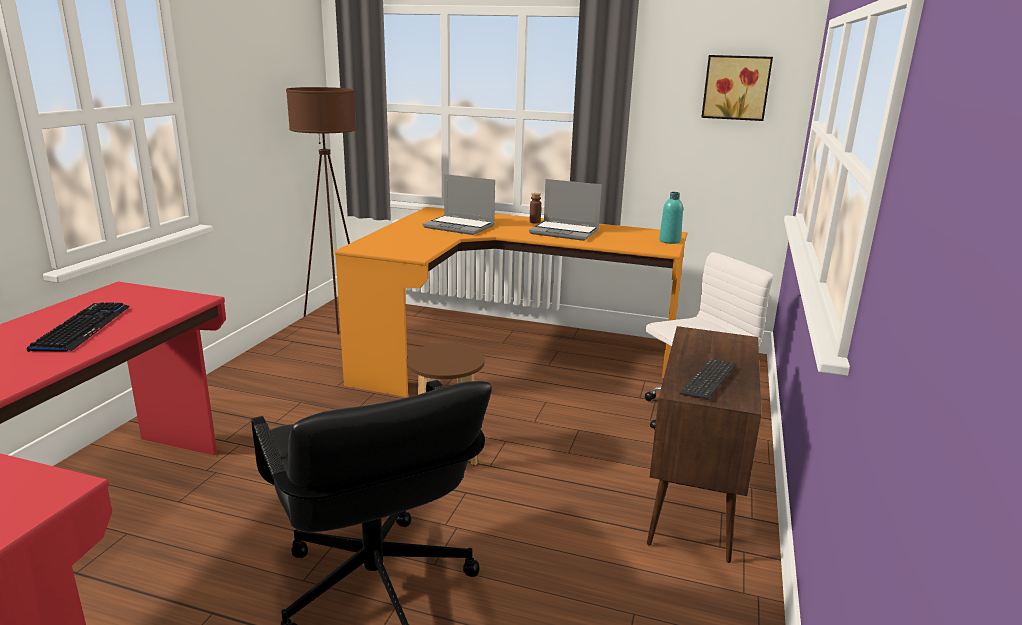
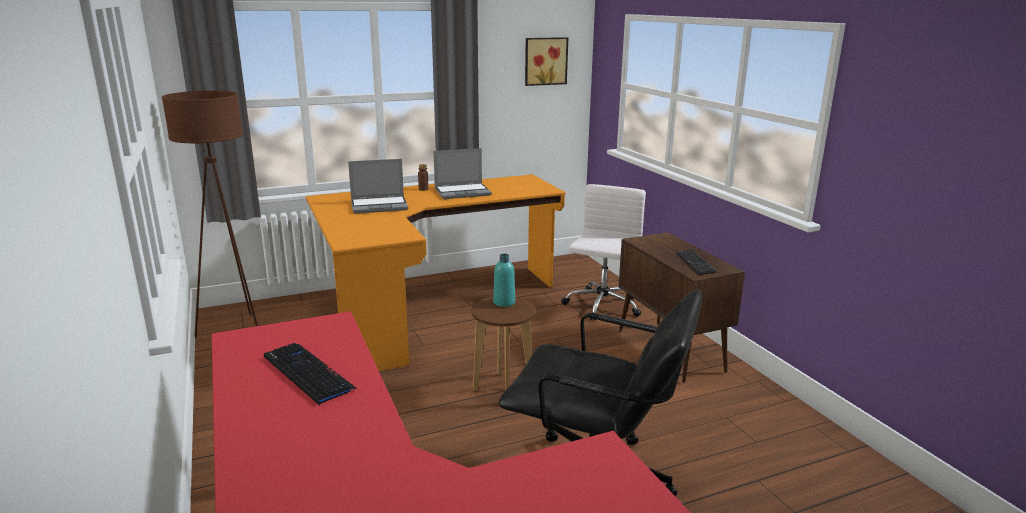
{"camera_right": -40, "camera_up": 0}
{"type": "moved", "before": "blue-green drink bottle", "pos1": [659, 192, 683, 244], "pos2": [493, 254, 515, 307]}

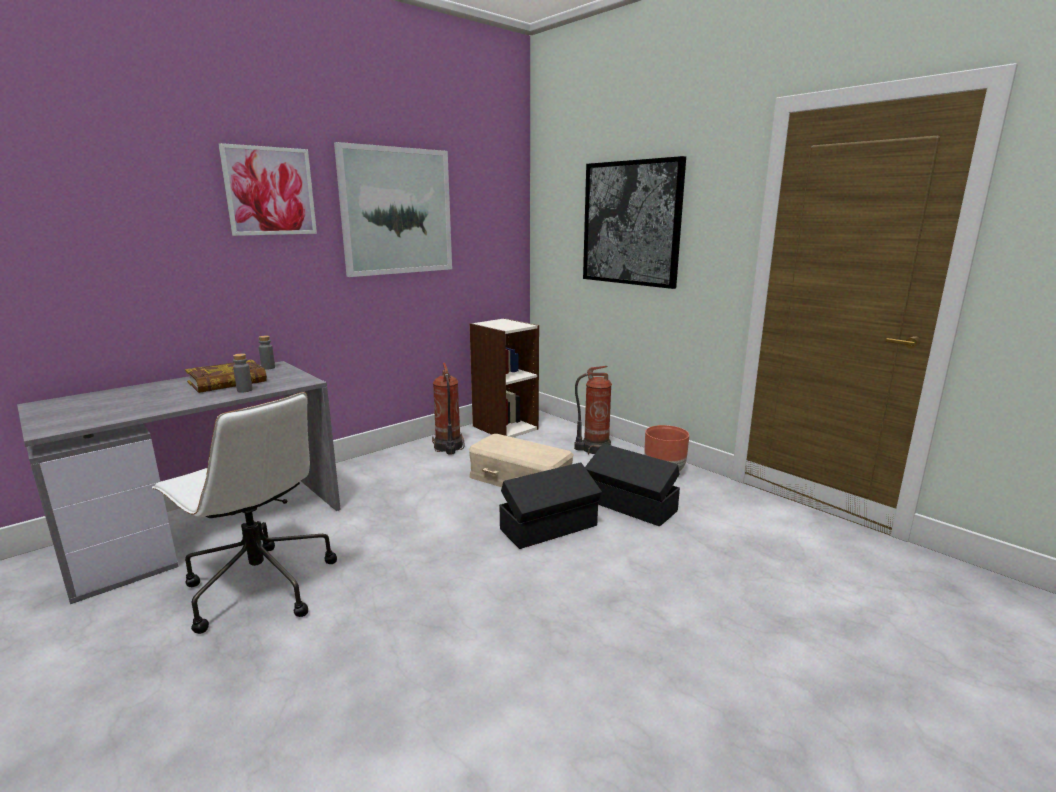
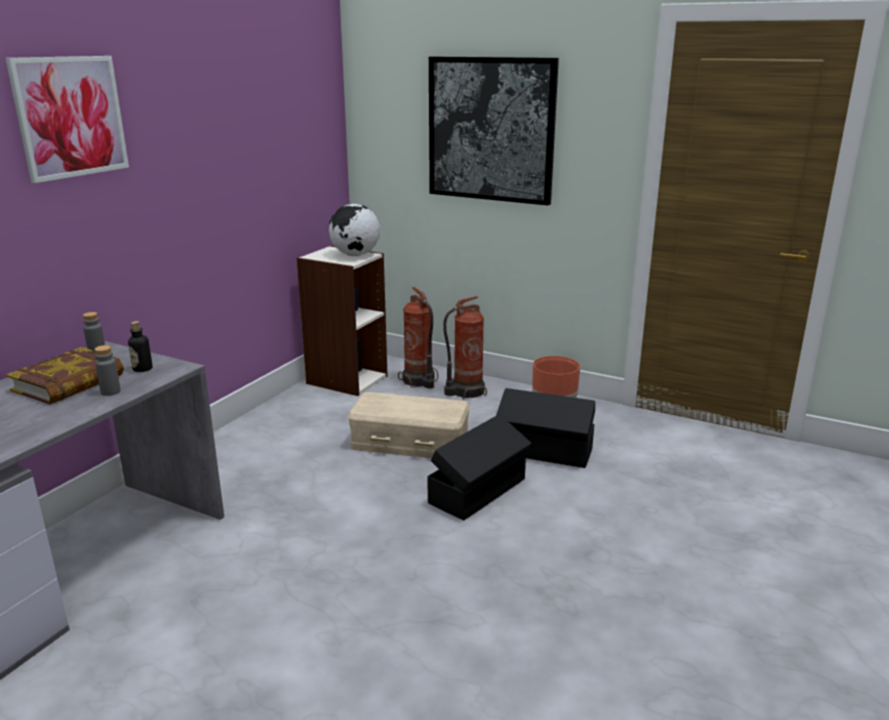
{"camera_right": -20, "camera_up": 5}
{"type": "removed", "before": "white office chair", "pos1": [152, 392, 337, 634]}
{"type": "removed", "before": "wall art", "pos1": [334, 142, 452, 277]}
{"type": "added", "after": "drink bottle", "pos2": [128, 321, 152, 372]}
{"type": "added", "after": "world globe", "pos2": [329, 204, 380, 256]}
{"type": "moved", "before": "fire-fighting cylinder", "pos1": [432, 363, 465, 455], "pos2": [398, 287, 438, 389]}

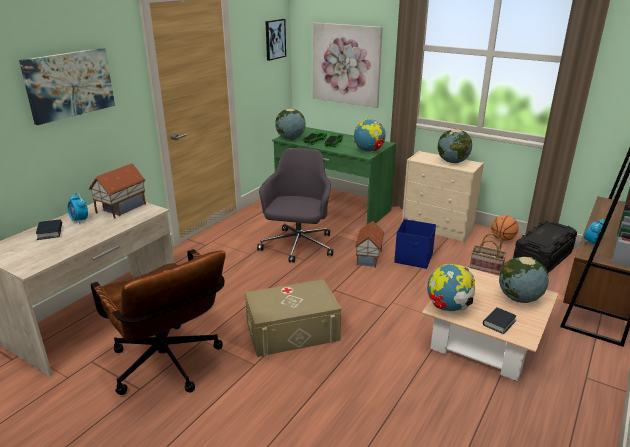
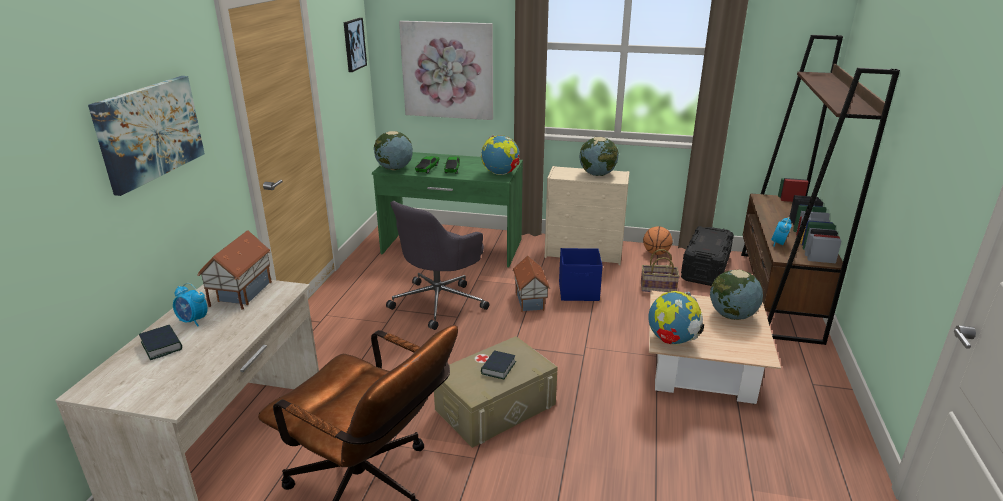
{"camera_right": -20, "camera_up": 0}
{"type": "moved", "before": "volume", "pos1": [483, 308, 517, 334], "pos2": [481, 350, 516, 379]}
{"type": "turned", "before": "greyish office chair", "pos1": [257, 148, 333, 263], "pos2": [386, 201, 489, 330], "turn": -135}

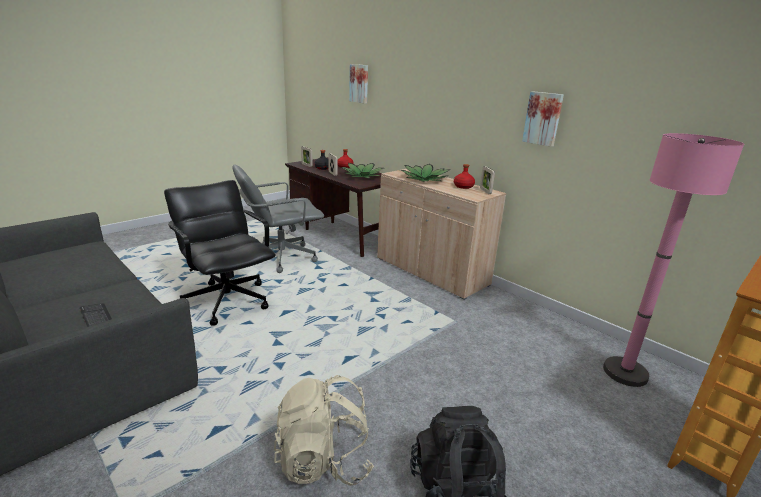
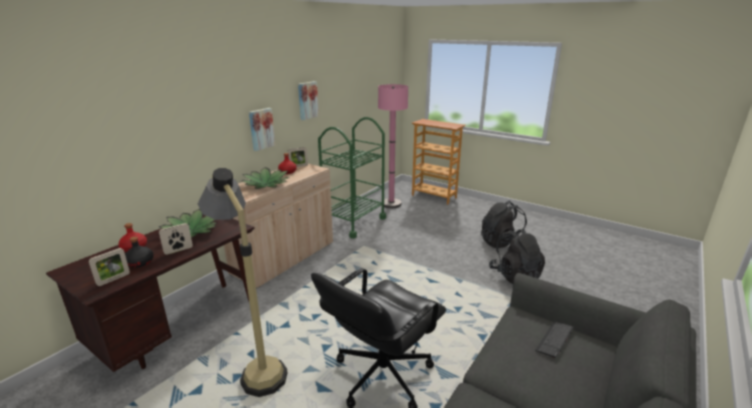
{"camera_right": -100, "camera_up": 0}
{"type": "added", "after": "greenish trolley", "pos2": [318, 117, 386, 239]}
{"type": "moved", "before": "wall art", "pos1": [349, 64, 368, 104], "pos2": [249, 108, 275, 151]}
{"type": "replaced", "before": "greyish office chair", "after": "floor lamp", "pos1": [233, 164, 324, 273], "pos2": [198, 168, 287, 397]}
{"type": "recoloured", "before": "sand-coloured knapsack", "after": "black knapsack", "pos1": [274, 375, 374, 486], "pos2": [489, 228, 545, 284]}

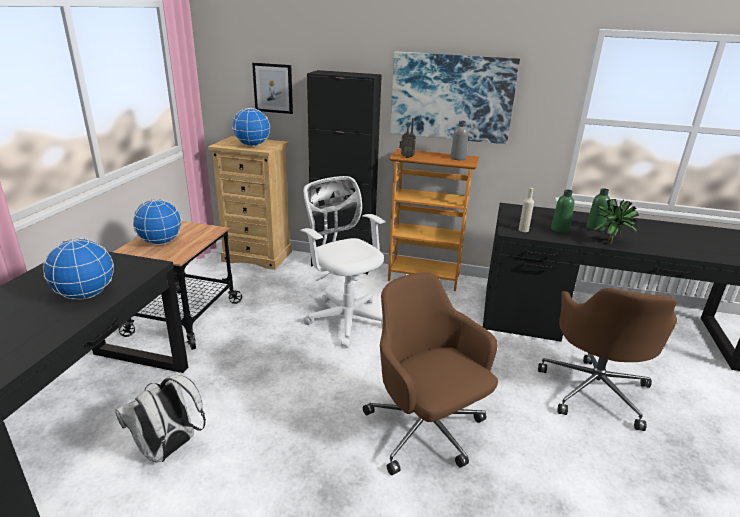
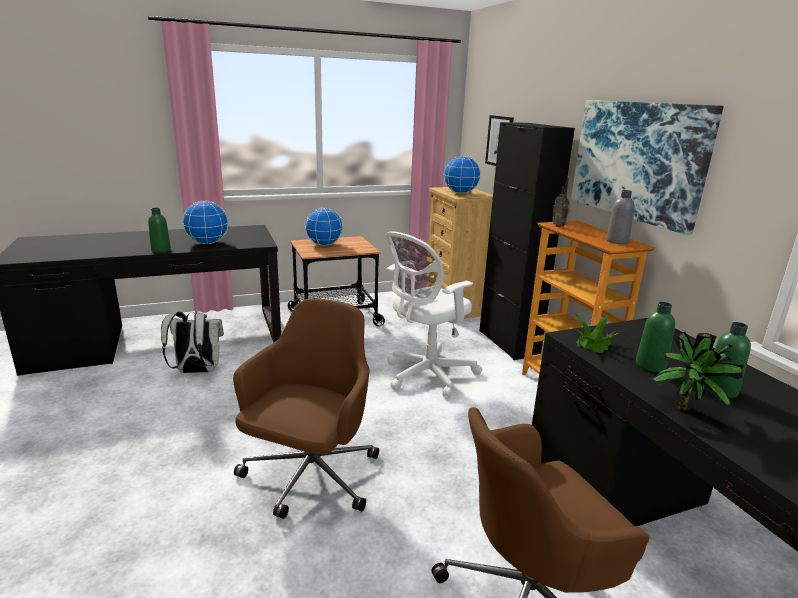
{"camera_right": 55, "camera_up": -5}
{"type": "added", "after": "greenish drink bottle", "pos2": [148, 208, 171, 253]}
{"type": "replaced", "before": "sand-coloured drink bottle", "after": "plant in a pot", "pos1": [519, 188, 534, 232], "pos2": [576, 312, 620, 353]}
{"type": "turned", "before": "white office chair", "pos1": [300, 176, 385, 348], "pos2": [386, 231, 482, 398], "turn": -150}

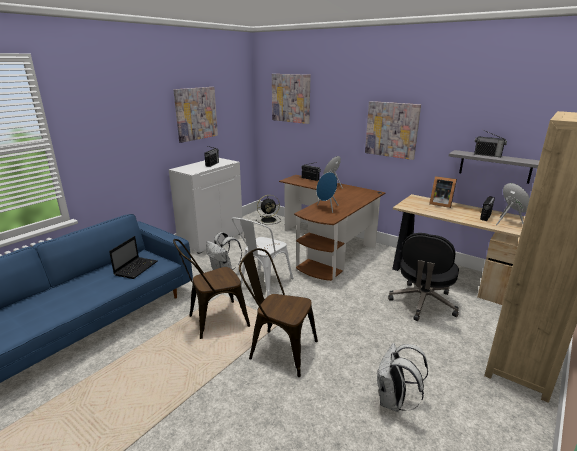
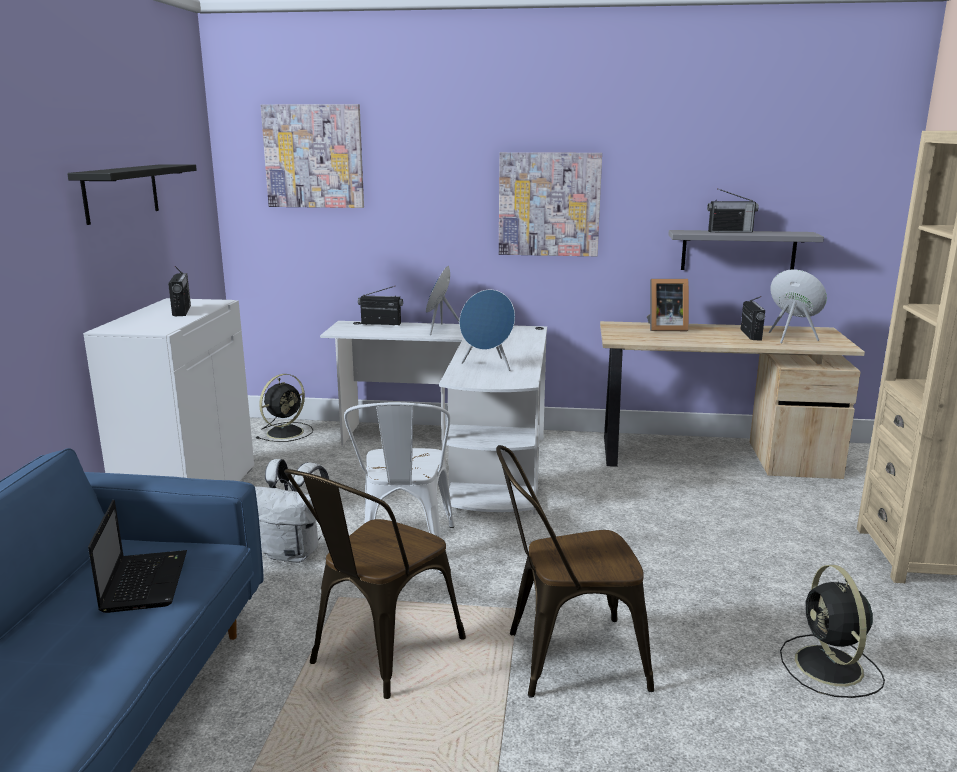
{"camera_right": -30, "camera_up": -5}
{"type": "removed", "before": "black office chair", "pos1": [388, 233, 459, 321]}
{"type": "replaced", "before": "wall art", "after": "black wall shelf", "pos1": [174, 87, 218, 143], "pos2": [67, 164, 197, 225]}
{"type": "replaced", "before": "white knapsack", "after": "black electric fan", "pos1": [377, 343, 428, 412], "pos2": [780, 565, 885, 698]}
{"type": "recoloured", "before": "brownish desk unit", "after": "white desk unit", "pos1": [279, 175, 386, 283], "pos2": [320, 321, 547, 514]}

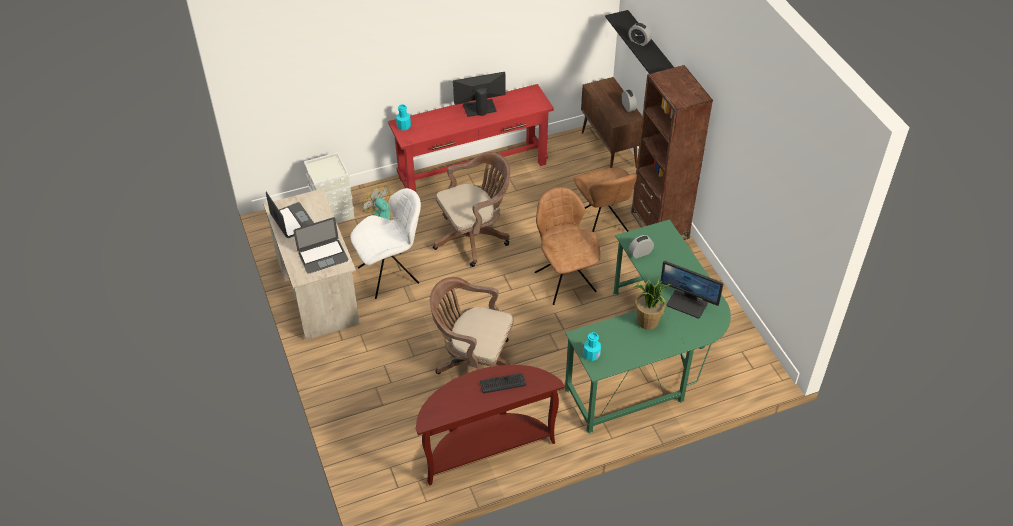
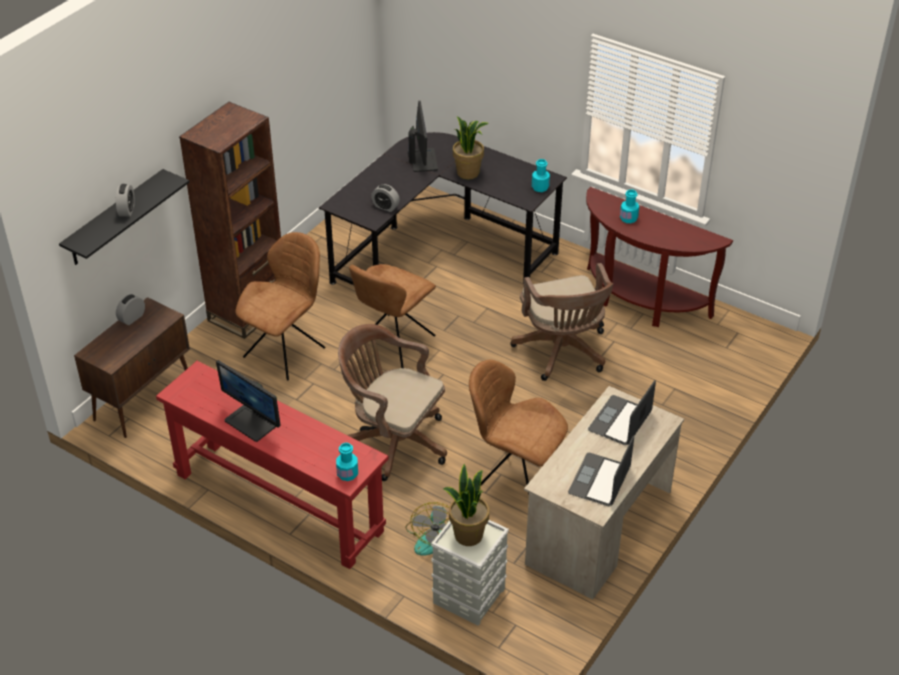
{"camera_right": -125, "camera_up": -5}
{"type": "added", "after": "plant in a pot", "pos2": [443, 463, 489, 546]}
{"type": "replaced", "before": "PC keyboard", "after": "blue-green drink bottle", "pos1": [480, 373, 526, 393], "pos2": [620, 189, 639, 223]}
{"type": "recoloured", "before": "white chair", "after": "brownish chair", "pos1": [350, 188, 421, 299], "pos2": [469, 360, 568, 495]}
{"type": "recoloured", "before": "greenish desk unit", "after": "black desk unit", "pos1": [565, 219, 731, 433], "pos2": [319, 132, 567, 285]}
{"type": "turned", "before": "laptop", "pos1": [293, 217, 348, 274], "pos2": [588, 380, 656, 445], "turn": -90}

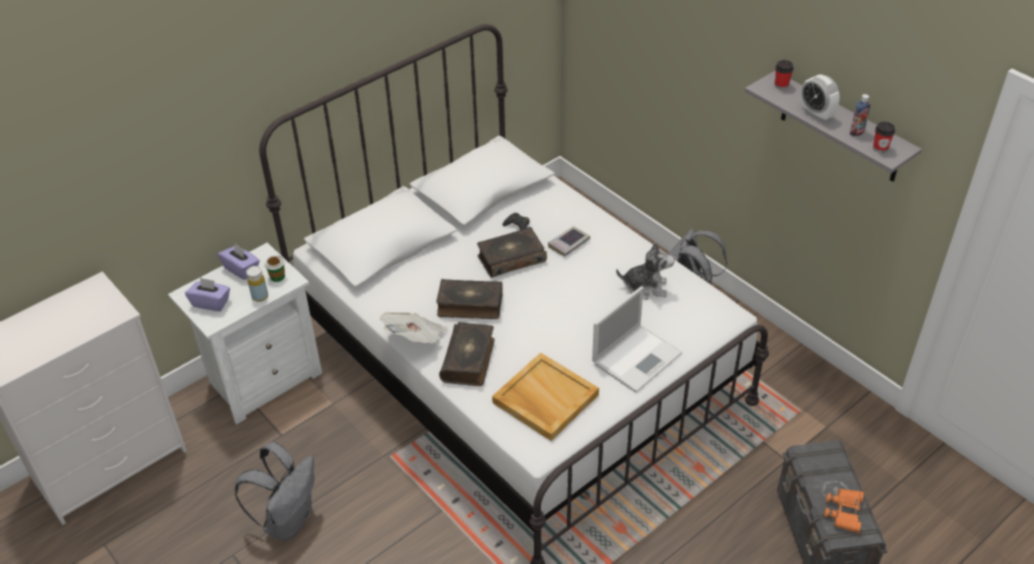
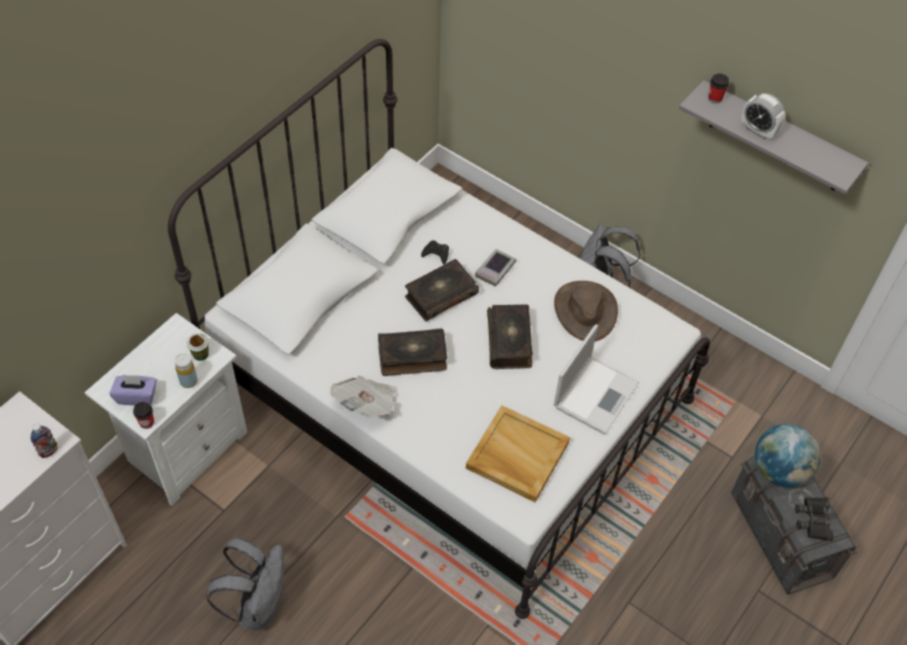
{"camera_right": -15, "camera_up": 10}
{"type": "removed", "before": "purple tissue box", "pos1": [218, 244, 260, 280]}
{"type": "added", "after": "world globe", "pos2": [755, 424, 821, 487]}
{"type": "moved", "before": "volume", "pos1": [439, 322, 495, 386], "pos2": [487, 304, 533, 369]}
{"type": "moved", "before": "drink bottle", "pos1": [850, 94, 871, 136], "pos2": [31, 423, 58, 458]}
{"type": "moved", "before": "drinking cup", "pos1": [873, 122, 895, 153], "pos2": [133, 402, 154, 429]}
{"type": "replaced", "before": "soft toy", "after": "brownish clothing hat", "pos1": [616, 242, 675, 300], "pos2": [554, 281, 618, 341]}
{"type": "recoloured", "before": "orange-coloured binoculars", "after": "black binoculars", "pos1": [825, 488, 864, 533], "pos2": [795, 497, 834, 541]}

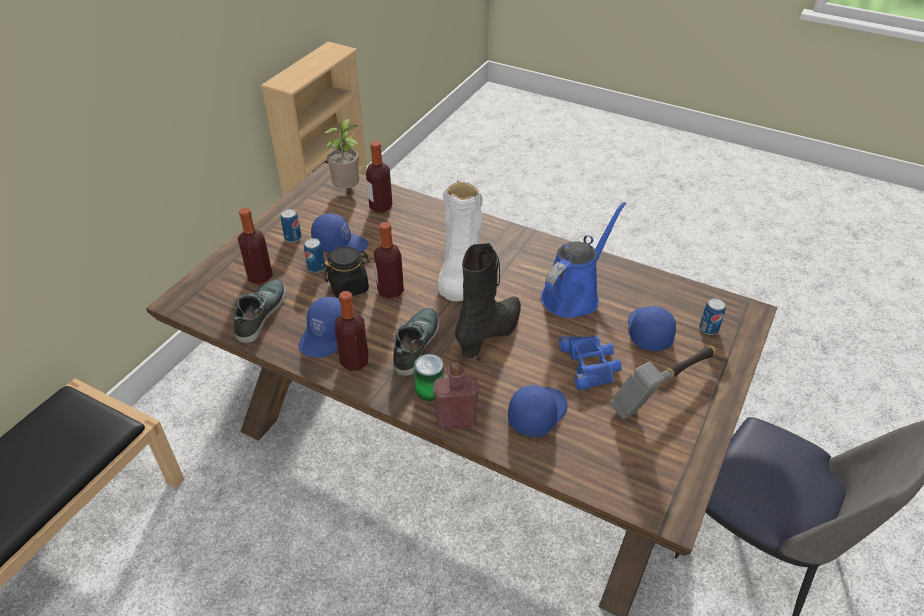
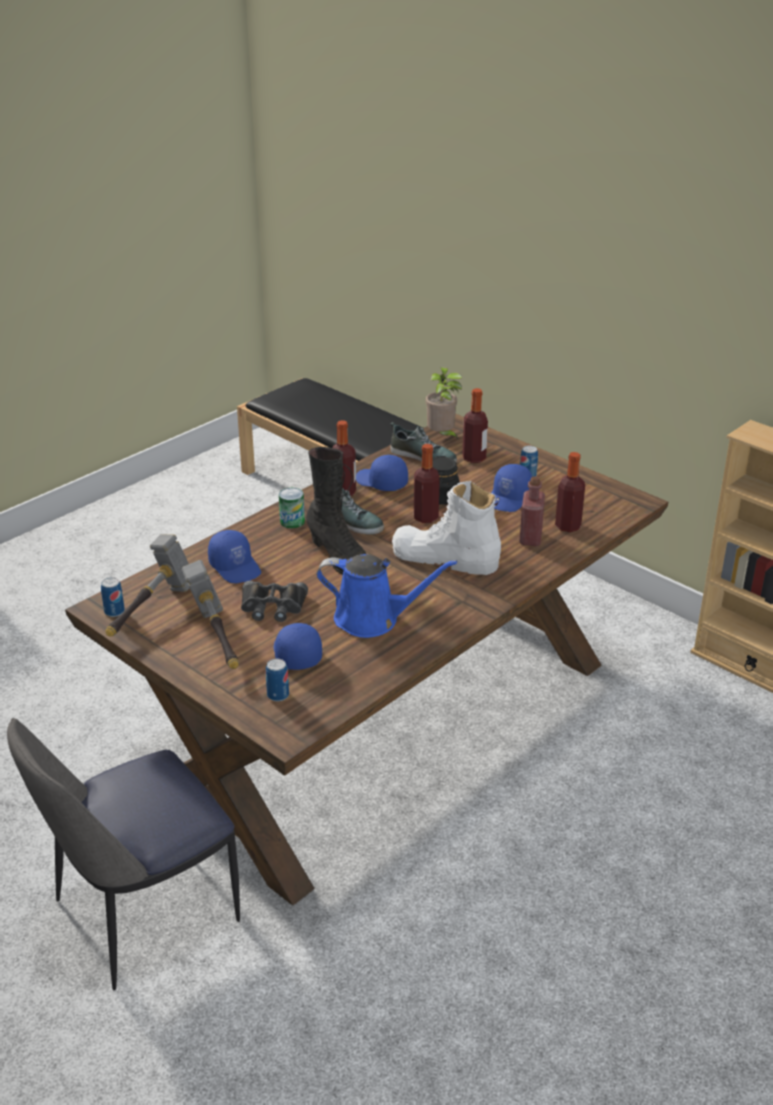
{"camera_right": 105, "camera_up": -10}
{"type": "added", "after": "tool hammer", "pos2": [105, 534, 189, 637]}
{"type": "moved", "before": "can", "pos1": [304, 238, 325, 273], "pos2": [101, 577, 125, 617]}
{"type": "moved", "before": "plant in a pot", "pos1": [324, 119, 359, 189], "pos2": [426, 367, 462, 439]}
{"type": "moved", "before": "red-coloured drink bottle", "pos1": [433, 363, 479, 430], "pos2": [519, 476, 545, 546]}
{"type": "recoloured", "before": "blue-coloured binoculars", "after": "black binoculars", "pos1": [559, 336, 622, 390], "pos2": [241, 581, 308, 622]}
{"type": "turned", "before": "blue-coloured watering can", "pos1": [541, 202, 626, 318], "pos2": [317, 554, 457, 638], "turn": -45}
{"type": "turned", "before": "blue-coloured baseball cap", "pos1": [628, 306, 676, 351], "pos2": [274, 623, 322, 670], "turn": -120}

